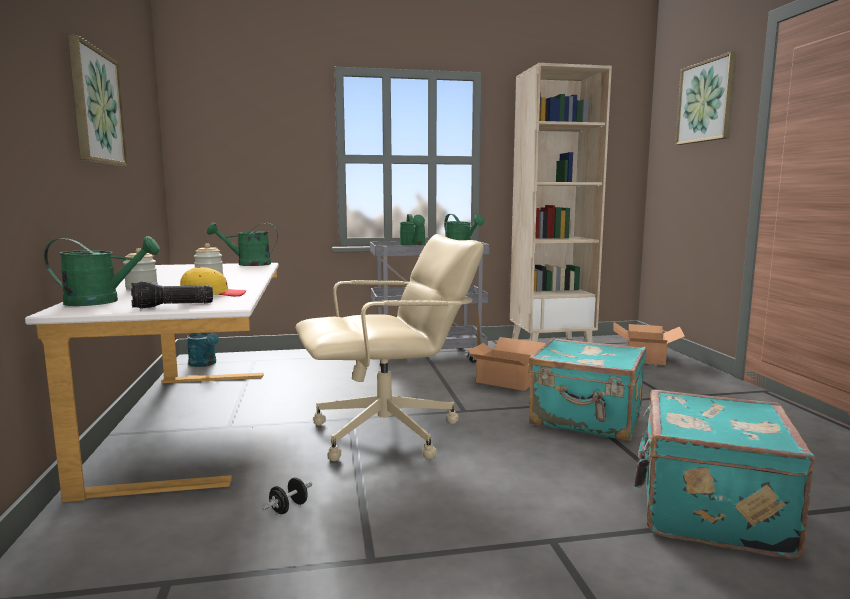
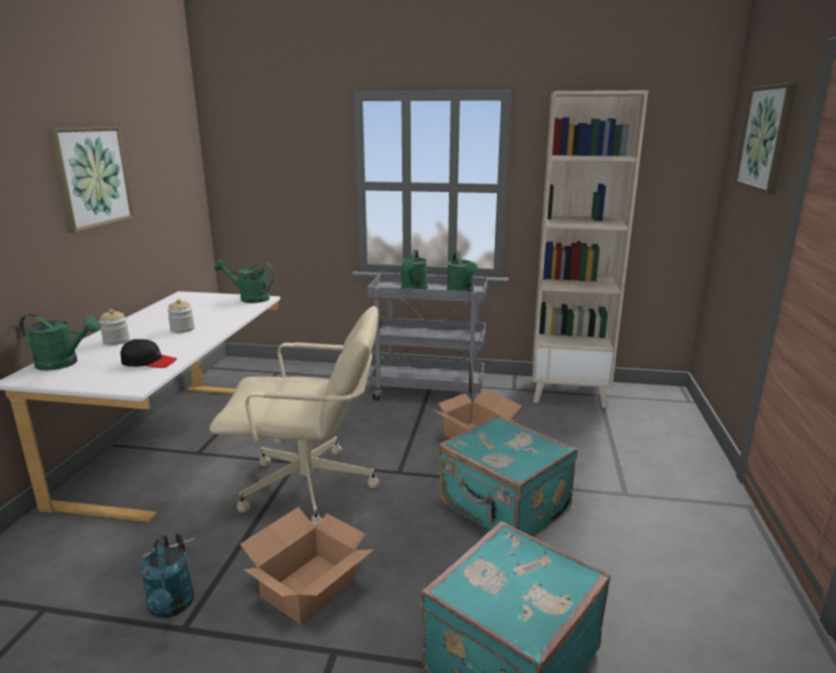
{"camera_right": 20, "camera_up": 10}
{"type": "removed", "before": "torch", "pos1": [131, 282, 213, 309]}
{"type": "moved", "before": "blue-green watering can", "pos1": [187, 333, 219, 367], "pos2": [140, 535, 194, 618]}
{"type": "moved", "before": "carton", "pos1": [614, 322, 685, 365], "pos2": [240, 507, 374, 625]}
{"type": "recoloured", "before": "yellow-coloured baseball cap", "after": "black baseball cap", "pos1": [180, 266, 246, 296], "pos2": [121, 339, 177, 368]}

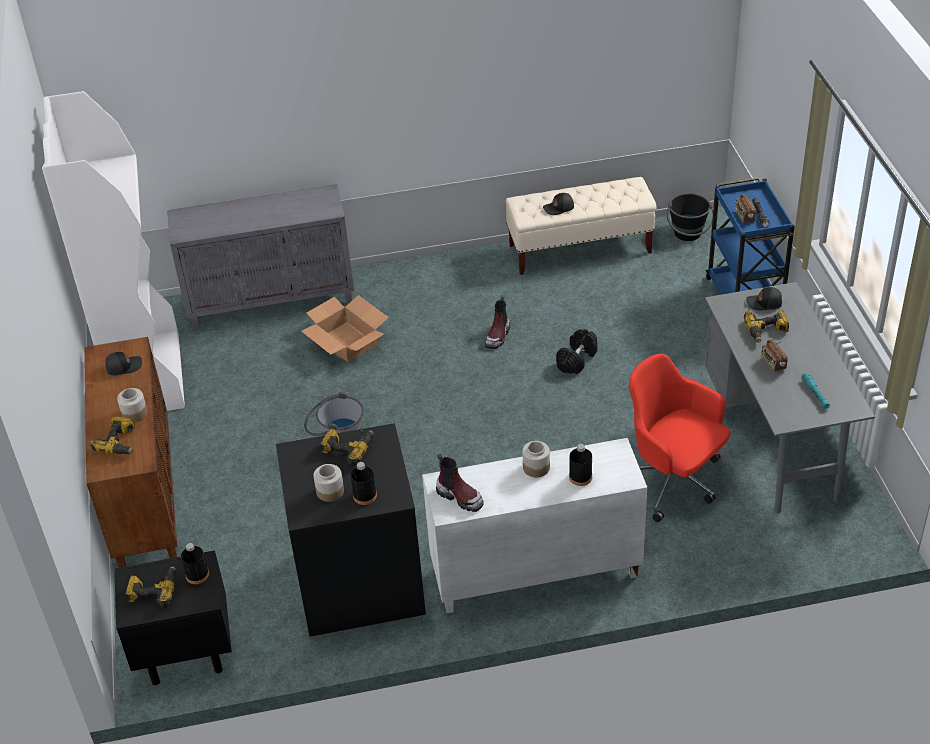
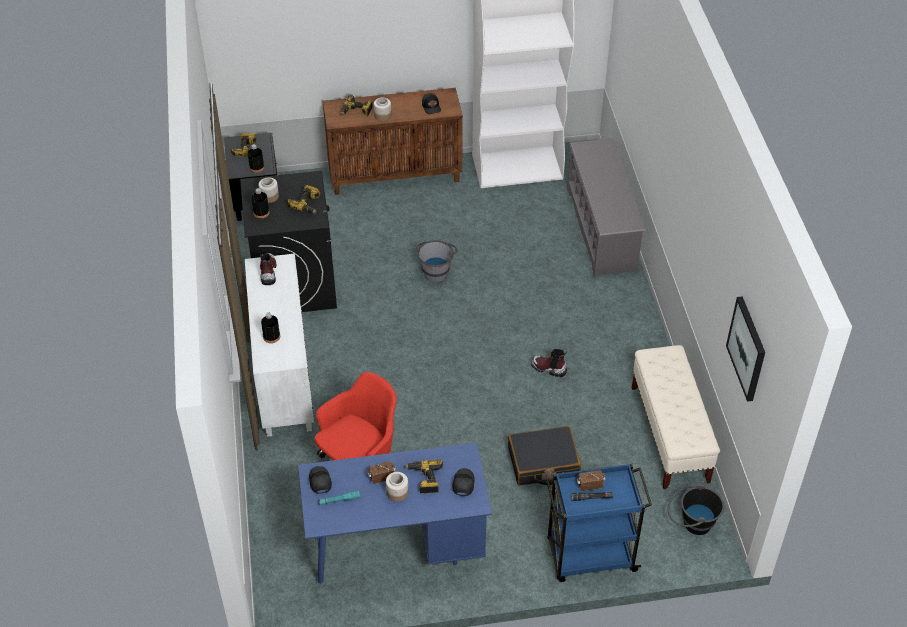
{"camera_right": 90, "camera_up": 5}
{"type": "removed", "before": "carton", "pos1": [301, 295, 389, 362]}
{"type": "removed", "before": "black dumbbell", "pos1": [556, 329, 597, 374]}
{"type": "added", "after": "black travel case", "pos2": [508, 426, 581, 486]}
{"type": "added", "after": "wall art", "pos2": [726, 296, 765, 402]}
{"type": "moved", "before": "preserve jar", "pos1": [522, 441, 550, 477], "pos2": [386, 472, 409, 502]}
{"type": "moved", "before": "black baseball cap", "pos1": [543, 193, 574, 215], "pos2": [309, 466, 332, 494]}
{"type": "replaced", "before": "greyish cabinet", "after": "greyish shoe rack", "pos1": [167, 184, 354, 330], "pos2": [567, 138, 646, 277]}
{"type": "recoloured", "before": "greyish desk unit", "after": "blue-coloured desk unit", "pos1": [705, 282, 875, 513], "pos2": [298, 442, 492, 584]}
{"type": "turned", "before": "tall boot", "pos1": [436, 453, 484, 512], "pos2": [260, 253, 277, 285], "turn": 135}

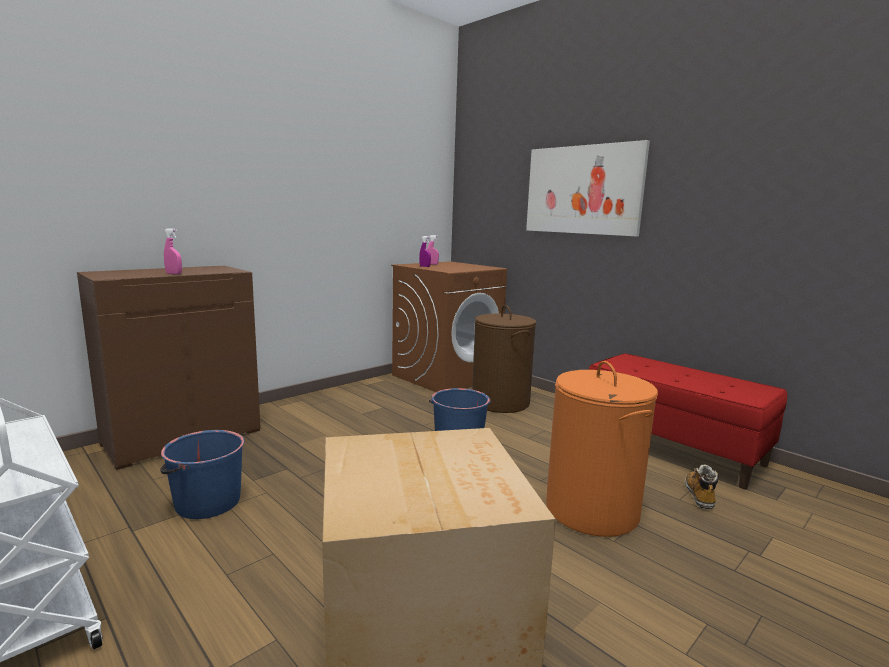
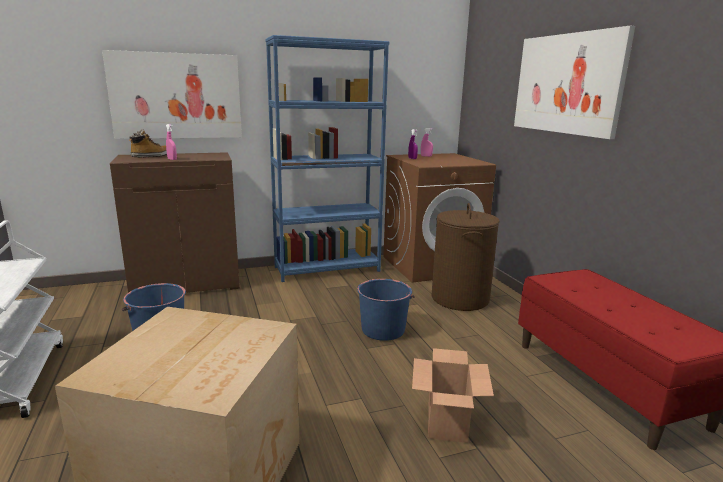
{"camera_right": 25, "camera_up": 5}
{"type": "added", "after": "wall art", "pos2": [102, 50, 242, 139]}
{"type": "added", "after": "blue-coloured bookshelf", "pos2": [265, 35, 389, 282]}
{"type": "moved", "before": "tall boot", "pos1": [685, 465, 718, 509], "pos2": [129, 129, 167, 158]}
{"type": "replaced", "before": "orange-coloured washing basket", "after": "carton", "pos1": [546, 361, 658, 537], "pos2": [412, 348, 494, 443]}

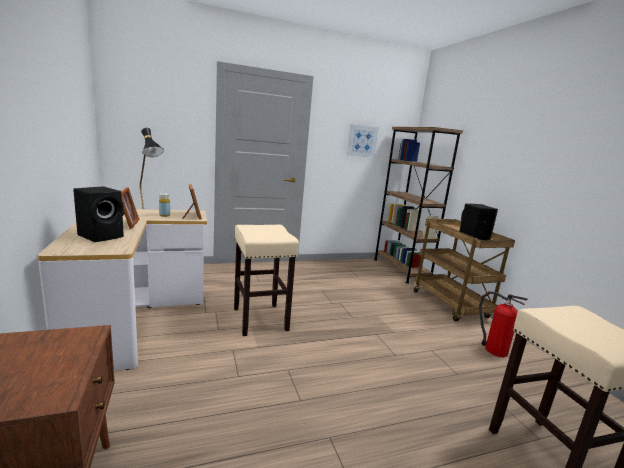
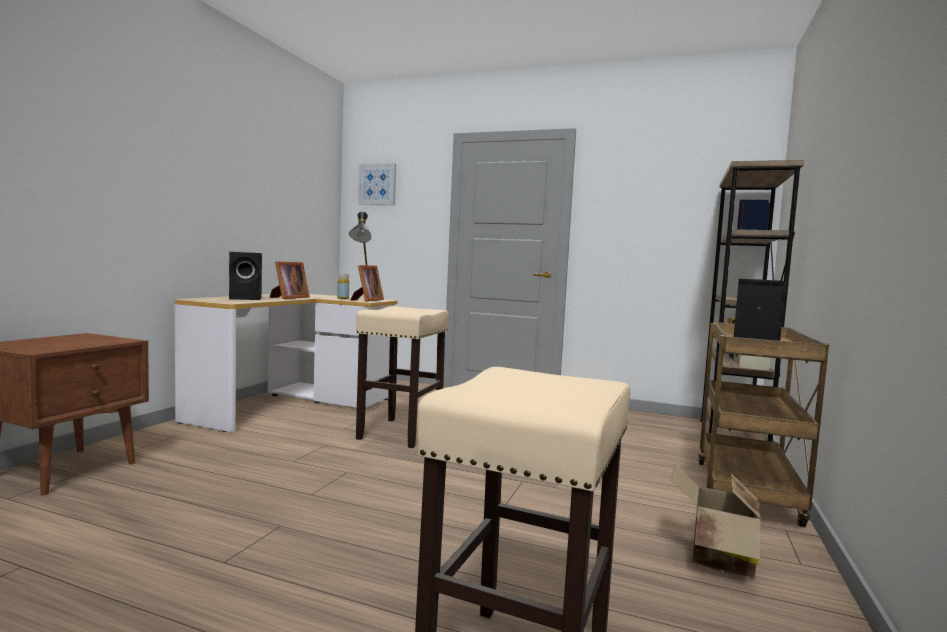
{"camera_right": 40, "camera_up": -10}
{"type": "moved", "before": "wall art", "pos1": [347, 124, 379, 157], "pos2": [358, 163, 396, 205]}
{"type": "replaced", "before": "fire-fighting cylinder", "after": "carton", "pos1": [479, 291, 528, 358], "pos2": [671, 463, 761, 577]}

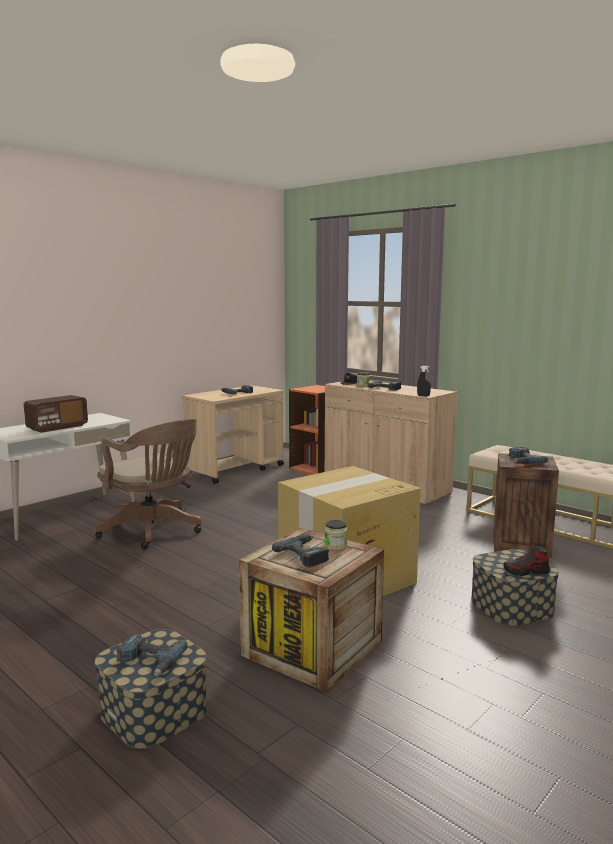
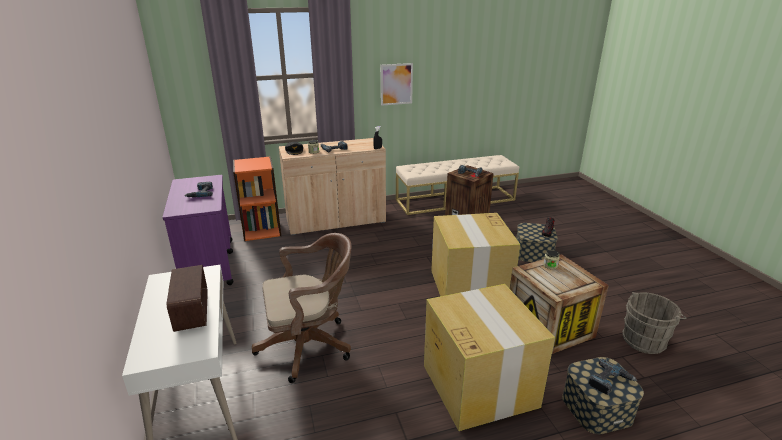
{"camera_right": -60, "camera_up": 15}
{"type": "removed", "before": "electric drill", "pos1": [272, 534, 329, 568]}
{"type": "added", "after": "wall art", "pos2": [381, 63, 413, 106]}
{"type": "added", "after": "carton", "pos2": [424, 284, 555, 431]}
{"type": "added", "after": "greyish bucket", "pos2": [622, 292, 686, 354]}
{"type": "recoloured", "before": "sand-coloured trolley", "after": "purple trolley", "pos1": [182, 385, 284, 484], "pos2": [163, 175, 234, 285]}

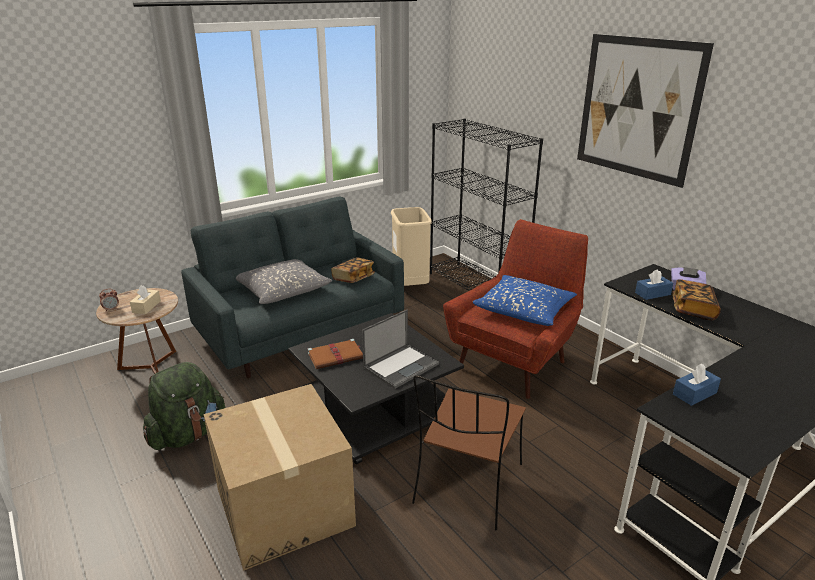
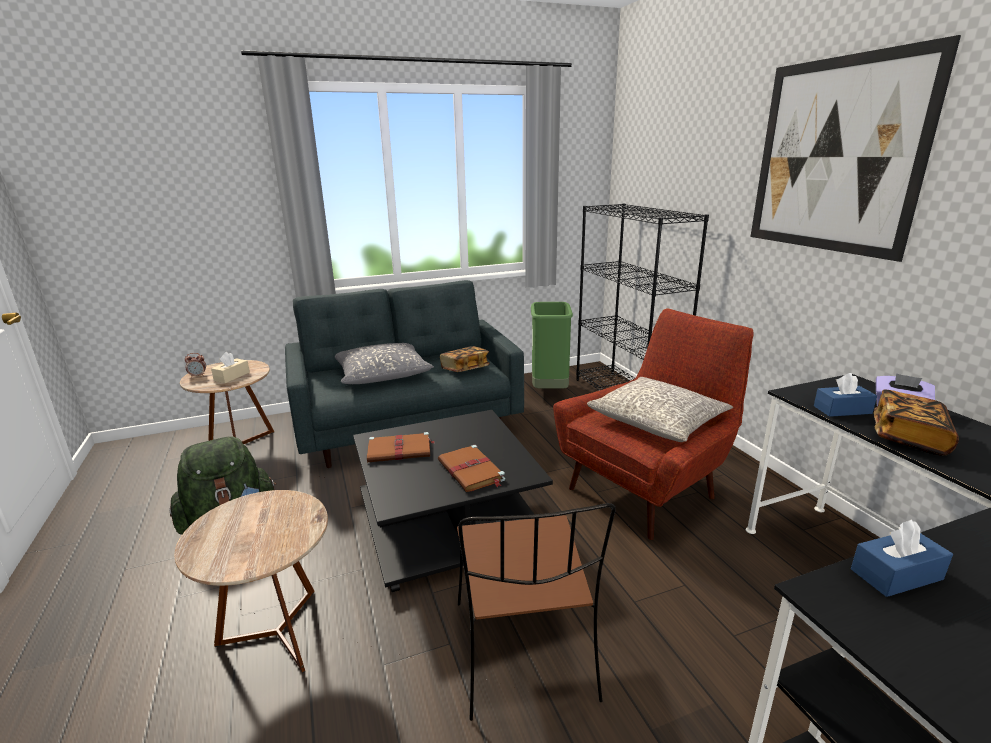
{"camera_right": 15, "camera_up": -5}
{"type": "replaced", "before": "carton", "after": "brownish side table", "pos1": [204, 384, 356, 571], "pos2": [174, 490, 328, 673]}
{"type": "replaced", "before": "laptop", "after": "brownish volume", "pos1": [362, 309, 439, 389], "pos2": [438, 445, 505, 492]}
{"type": "recoloured", "before": "sand-coloured rubbish bin", "after": "greenish rubbish bin", "pos1": [391, 207, 432, 286], "pos2": [531, 302, 573, 389]}
{"type": "recoloured", "before": "blue-coloured cushion", "after": "greyish cushion", "pos1": [473, 275, 577, 326], "pos2": [587, 377, 733, 442]}
{"type": "turned", "before": "brownish chair", "pos1": [412, 375, 526, 530], "pos2": [457, 503, 616, 721], "turn": -45}

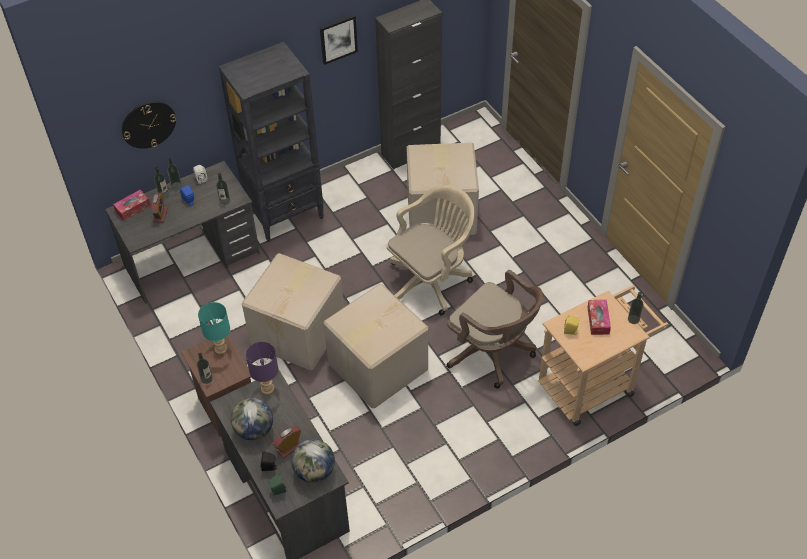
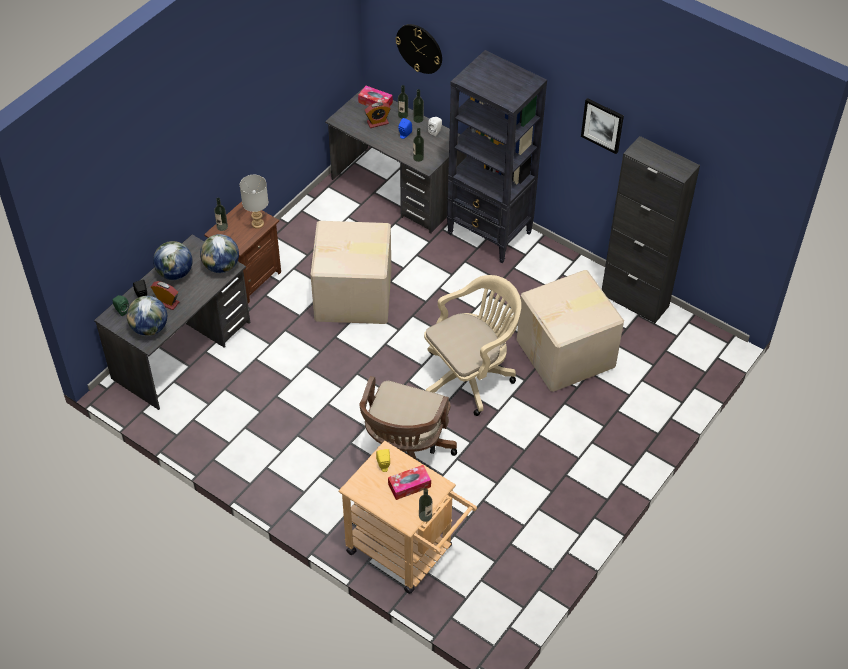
{"camera_right": 65, "camera_up": 0}
{"type": "removed", "before": "carton", "pos1": [324, 284, 428, 408]}
{"type": "replaced", "before": "purple lamp for a table", "after": "world globe", "pos1": [246, 342, 278, 395], "pos2": [200, 234, 239, 273]}
{"type": "recoloured", "before": "blue-green lamp for a table", "after": "greyish lamp for a table", "pos1": [198, 302, 230, 354], "pos2": [240, 175, 268, 229]}
{"type": "turned", "before": "sand-coloured office chair", "pos1": [387, 185, 474, 316], "pos2": [424, 275, 521, 416], "turn": -60}

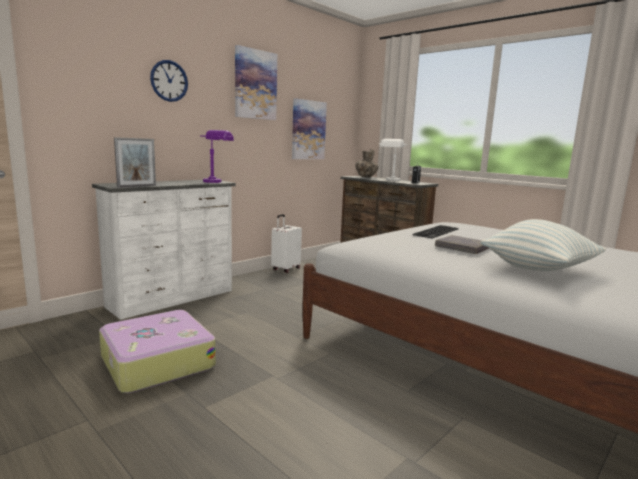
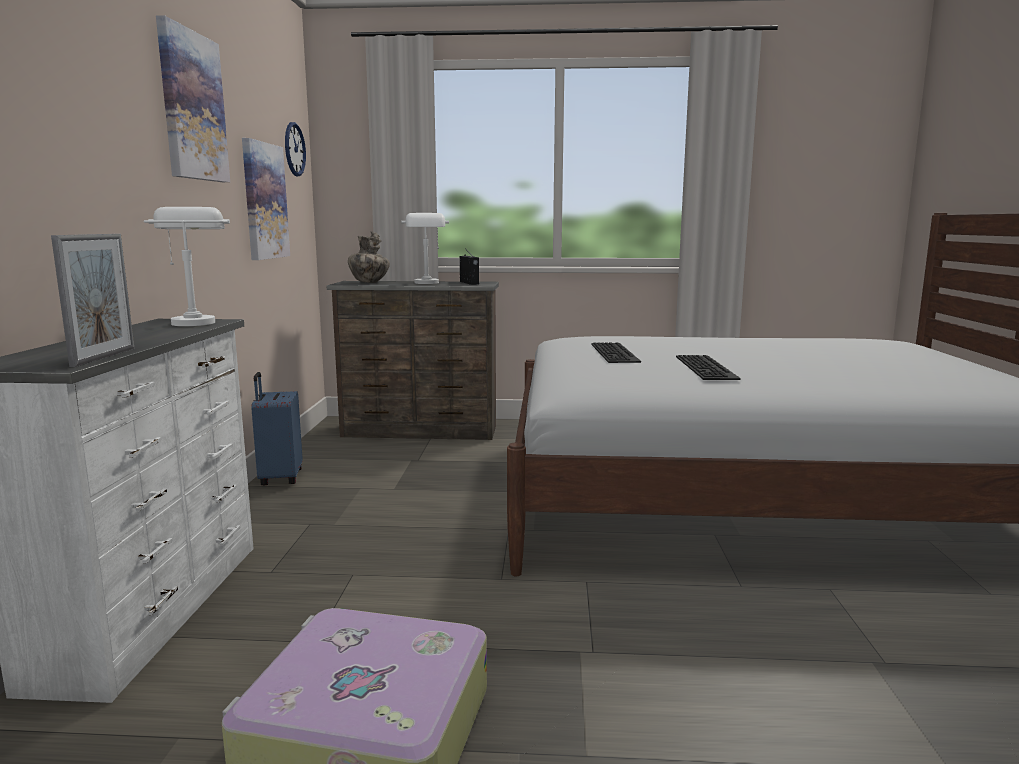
{"camera_right": -40, "camera_up": 0}
{"type": "removed", "before": "cushion", "pos1": [481, 219, 606, 271]}
{"type": "moved", "before": "clock on the wall", "pos1": [150, 60, 188, 102], "pos2": [285, 122, 306, 177]}
{"type": "replaced", "before": "greyish volume", "after": "PC keyboard", "pos1": [435, 235, 490, 254], "pos2": [676, 355, 741, 380]}
{"type": "recoloured", "before": "purple lamp for a table", "after": "white lamp for a table", "pos1": [200, 130, 234, 183], "pos2": [144, 207, 230, 326]}
{"type": "recoloured", "before": "white travel case", "after": "blue-coloured travel case", "pos1": [271, 214, 302, 273], "pos2": [251, 372, 303, 485]}

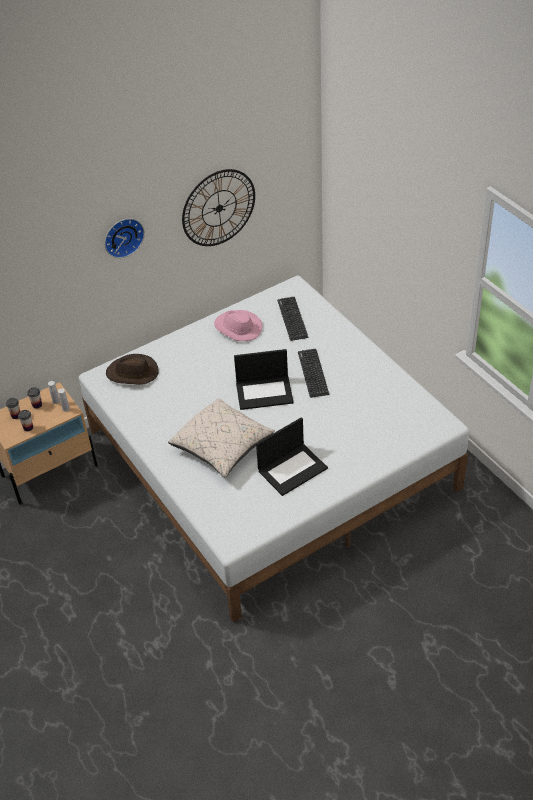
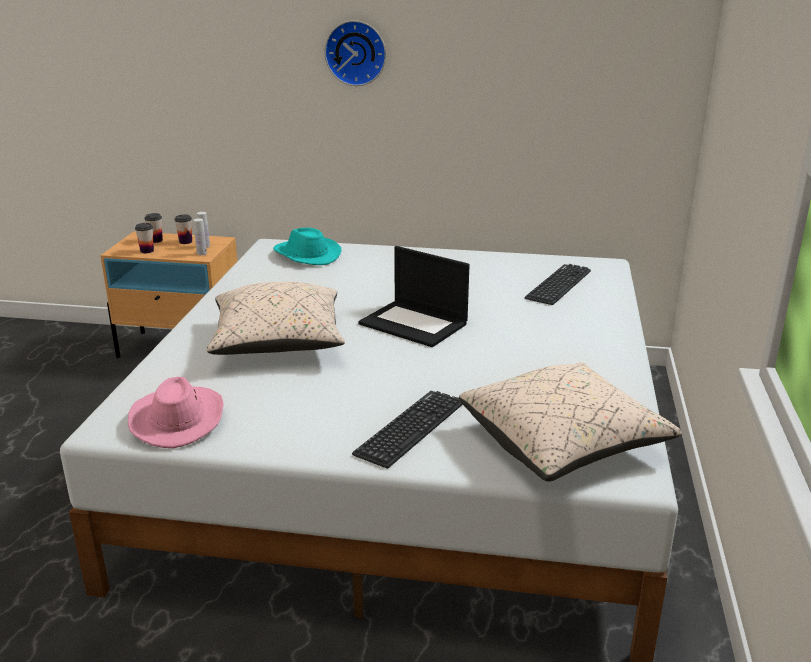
{"camera_right": 40, "camera_up": -20}
{"type": "removed", "before": "clock on the wall", "pos1": [182, 169, 255, 246]}
{"type": "removed", "before": "laptop", "pos1": [256, 417, 328, 496]}
{"type": "added", "after": "sand-coloured cushion", "pos2": [459, 362, 682, 482]}
{"type": "moved", "before": "pink-coloured clothing hat", "pos1": [214, 310, 262, 341], "pos2": [128, 377, 224, 448]}
{"type": "moved", "before": "PC keyboard", "pos1": [298, 349, 329, 398], "pos2": [352, 391, 463, 468]}
{"type": "recoloured", "before": "brownish clothing hat", "after": "blue-green clothing hat", "pos1": [106, 354, 159, 385], "pos2": [273, 228, 342, 265]}

